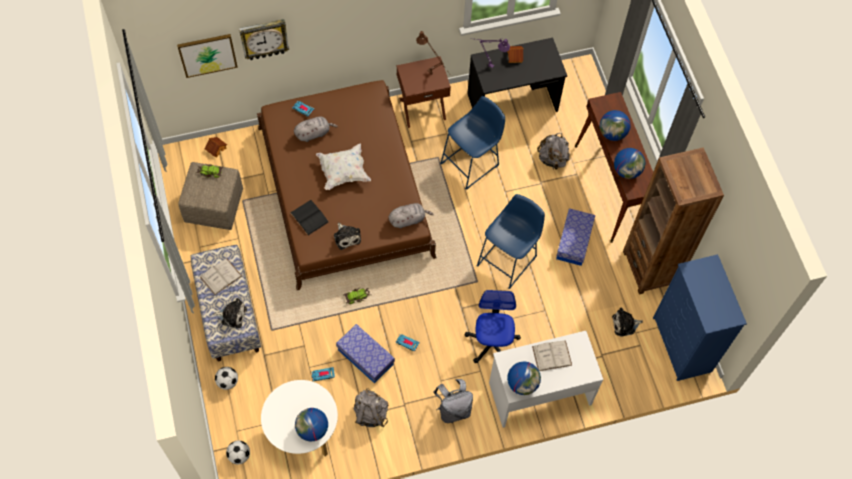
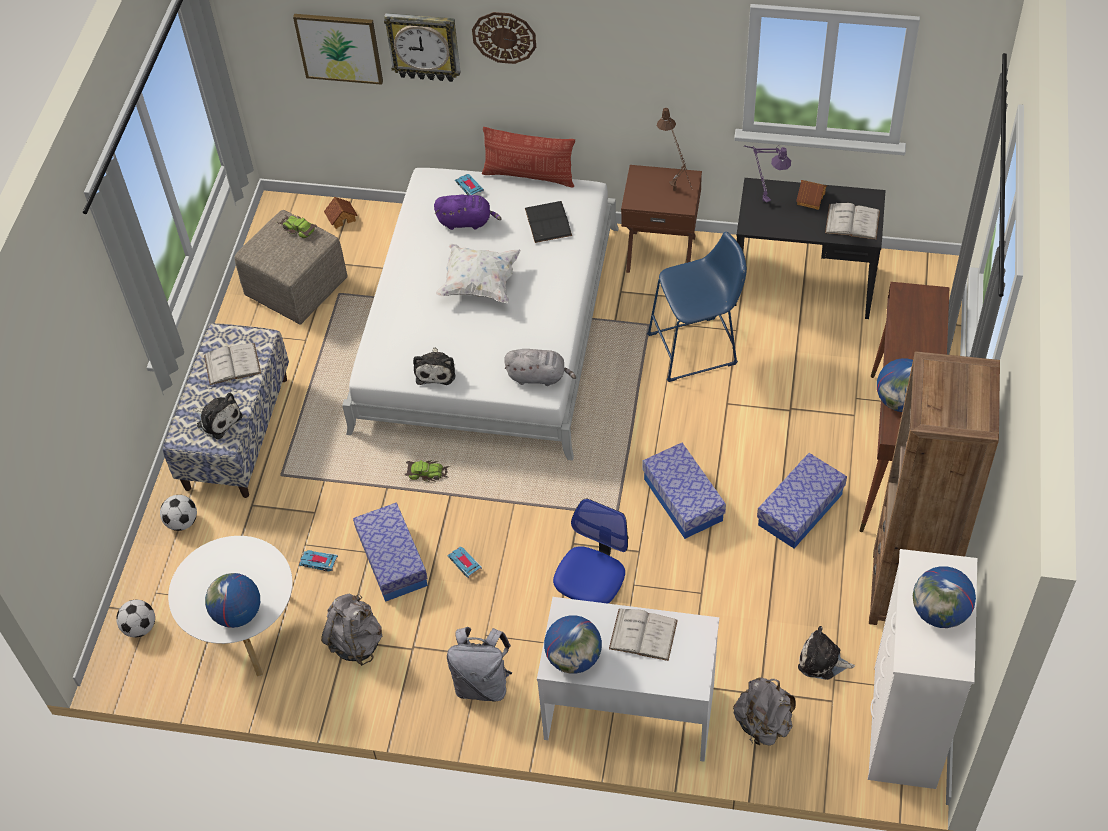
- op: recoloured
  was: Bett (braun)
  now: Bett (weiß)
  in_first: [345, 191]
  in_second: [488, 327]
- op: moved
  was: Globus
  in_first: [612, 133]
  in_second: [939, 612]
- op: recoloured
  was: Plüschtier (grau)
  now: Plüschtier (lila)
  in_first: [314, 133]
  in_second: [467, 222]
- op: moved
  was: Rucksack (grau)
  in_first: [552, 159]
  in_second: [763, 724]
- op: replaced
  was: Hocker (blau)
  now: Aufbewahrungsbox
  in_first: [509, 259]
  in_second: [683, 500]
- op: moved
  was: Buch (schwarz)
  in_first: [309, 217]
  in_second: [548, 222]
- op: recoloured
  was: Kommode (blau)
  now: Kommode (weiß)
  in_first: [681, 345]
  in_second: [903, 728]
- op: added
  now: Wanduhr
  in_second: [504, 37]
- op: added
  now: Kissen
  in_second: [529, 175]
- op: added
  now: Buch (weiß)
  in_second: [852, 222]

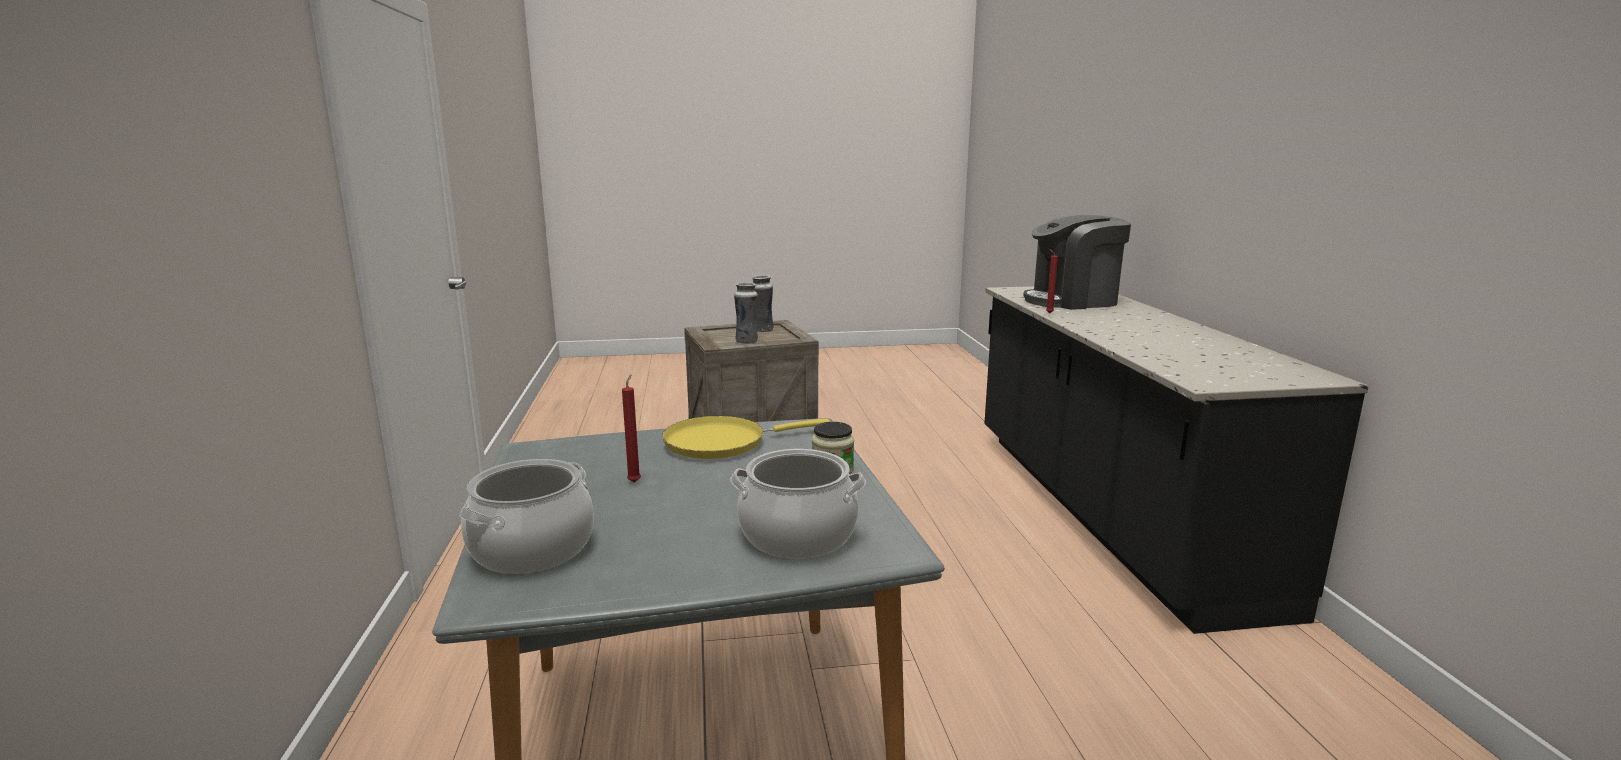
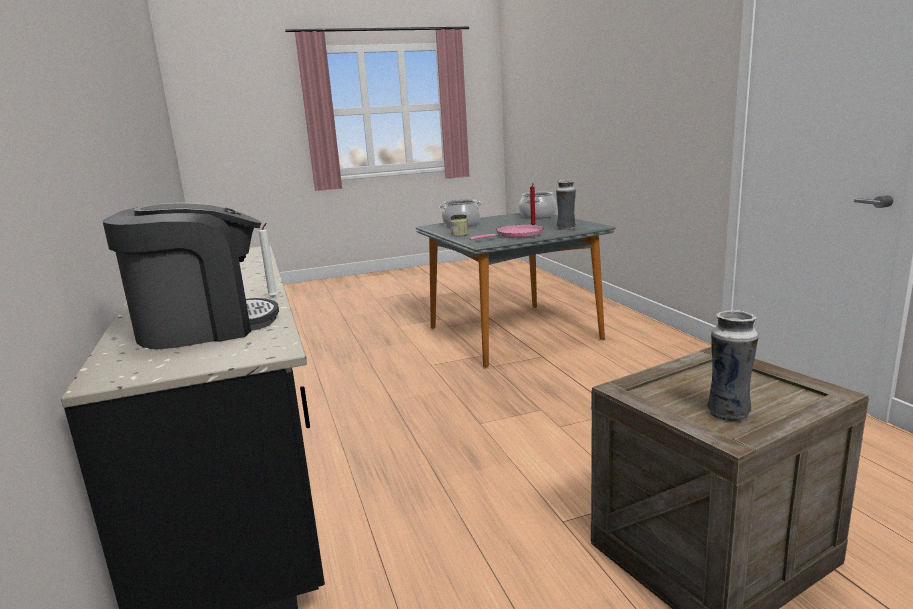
- op: recoloured
  was: Kerze (rot)
  now: Kerze (weiß)
  in_first: [1048, 313]
  in_second: [274, 298]
- op: moved
  was: Vase
  in_first: [747, 341]
  in_second: [566, 229]
- op: recoloured
  was: Pfanne (gelb)
  now: Pfanne (rosa)
  in_first: [722, 442]
  in_second: [516, 235]

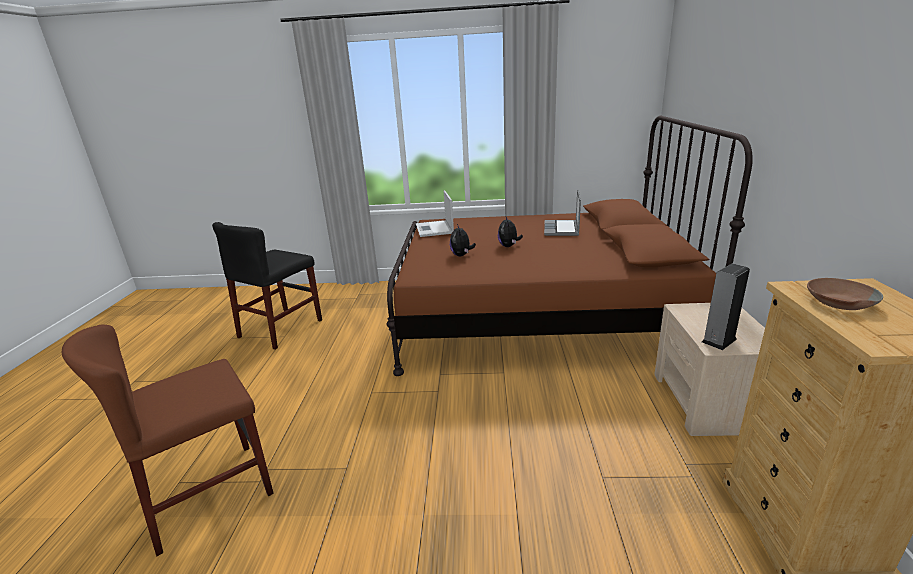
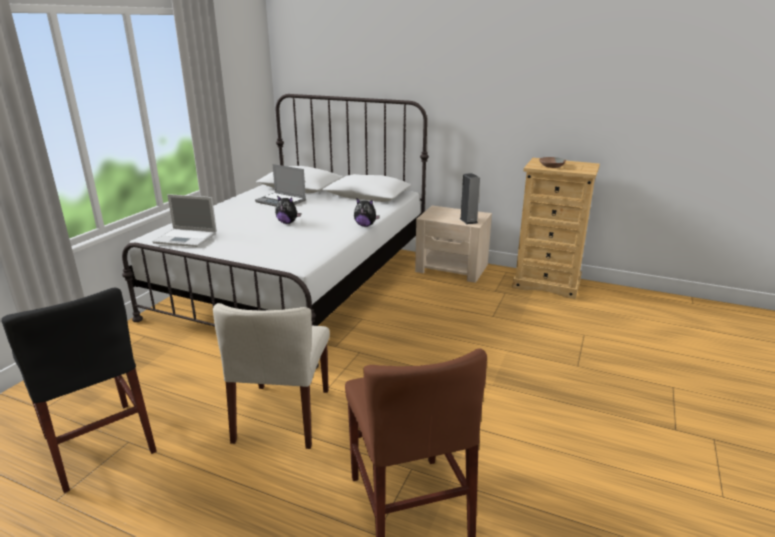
- op: recoloured
  was: Bett (braun)
  now: Bett (weiß)
  in_first: [537, 316]
  in_second: [297, 284]
- op: moved
  was: Plüschtier
  in_first: [462, 255]
  in_second: [365, 225]
- op: added
  now: Stuhl (beige)
  in_second: [283, 415]

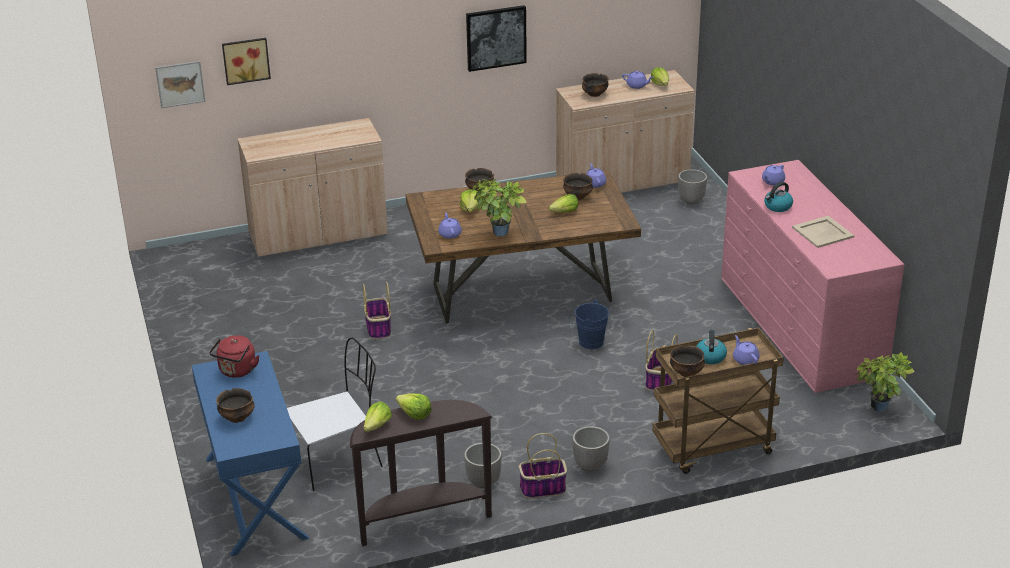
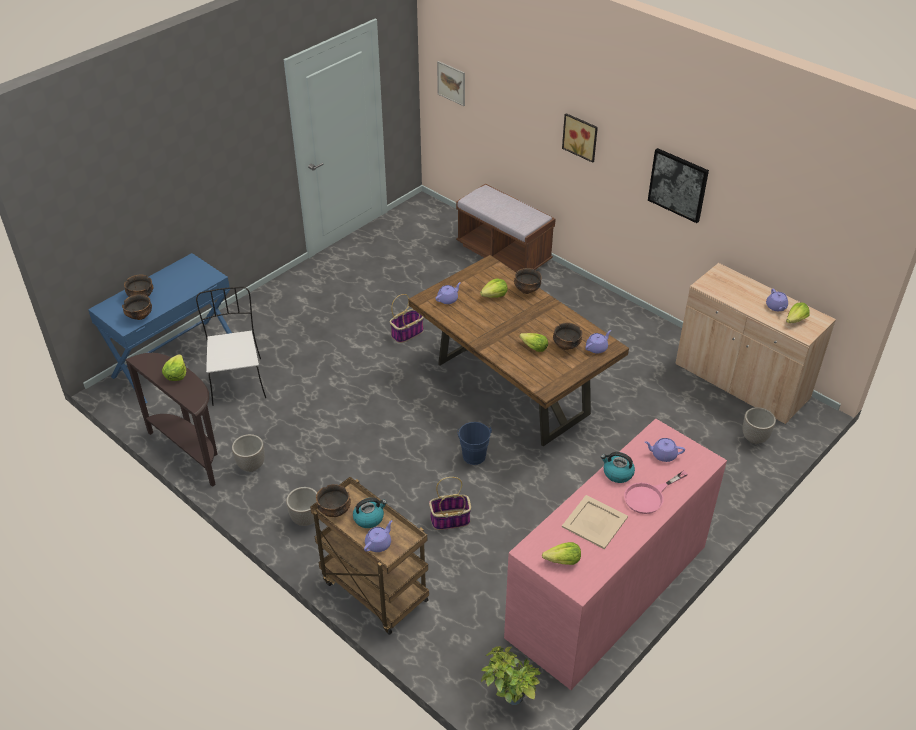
- op: moved
  was: Bild
  in_first: [245, 60]
  in_second: [581, 136]
- op: moved
  was: Schüssel
  in_first: [594, 94]
  in_second: [140, 316]
- op: replaced
  was: Schrank (beige)
  now: Bank (braun)
  in_first: [318, 234]
  in_second: [503, 253]
- op: removed
  was: Topfpflanze
  in_first: [497, 235]
- op: removed
  was: Wasserkessel (rot)
  in_first: [236, 371]
- op: turned
  was: Stuhl (weiß)
  in_first: [337, 459]
  in_second: [237, 380]
  clockwise: -135
- op: moved
  was: Salatkopf
  in_first: [377, 426]
  in_second: [563, 561]
- op: removed
  was: Korb
  in_first: [542, 489]
- op: added
  now: Pfanne (rosa)
  in_second: [649, 496]

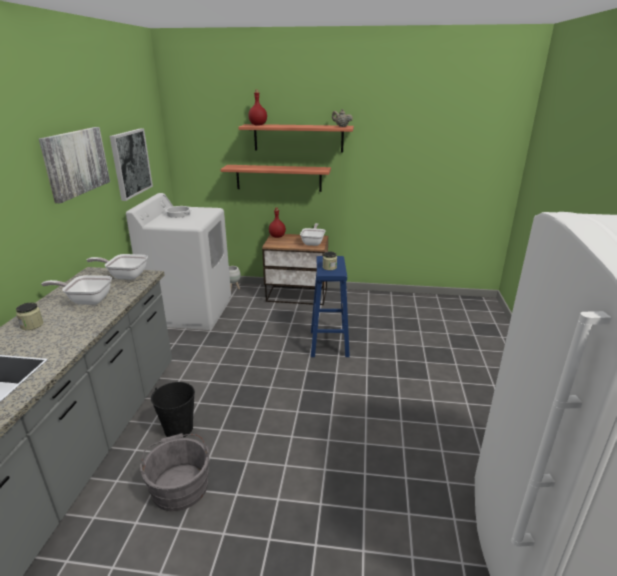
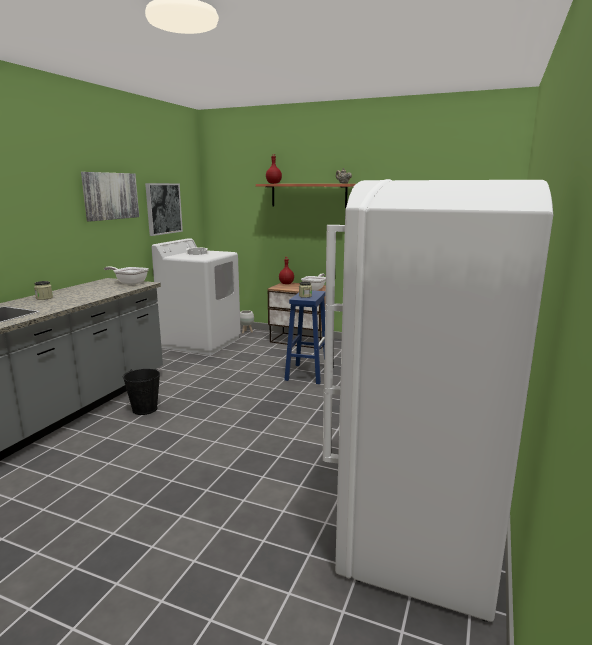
- op: removed
  was: Wandregal
  in_first: [278, 178]
- op: removed
  was: Pfanne
  in_first: [87, 300]
- op: removed
  was: Eimer (grau)
  in_first: [179, 484]

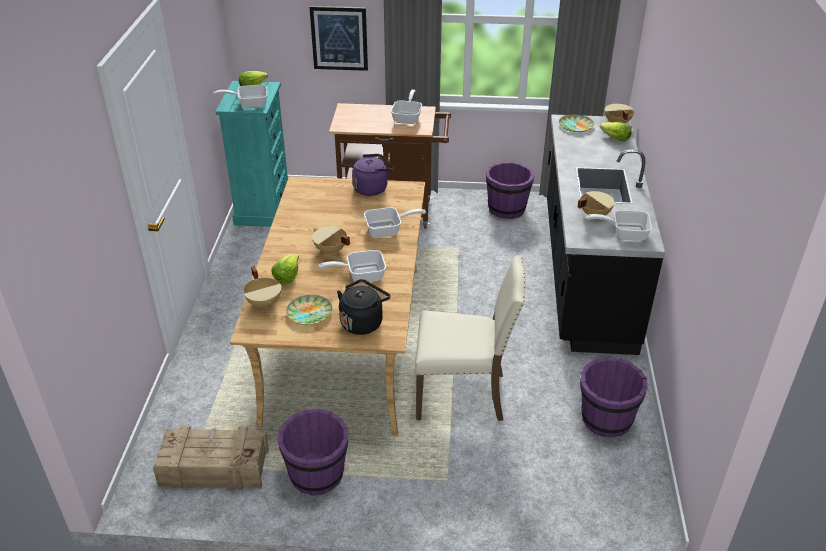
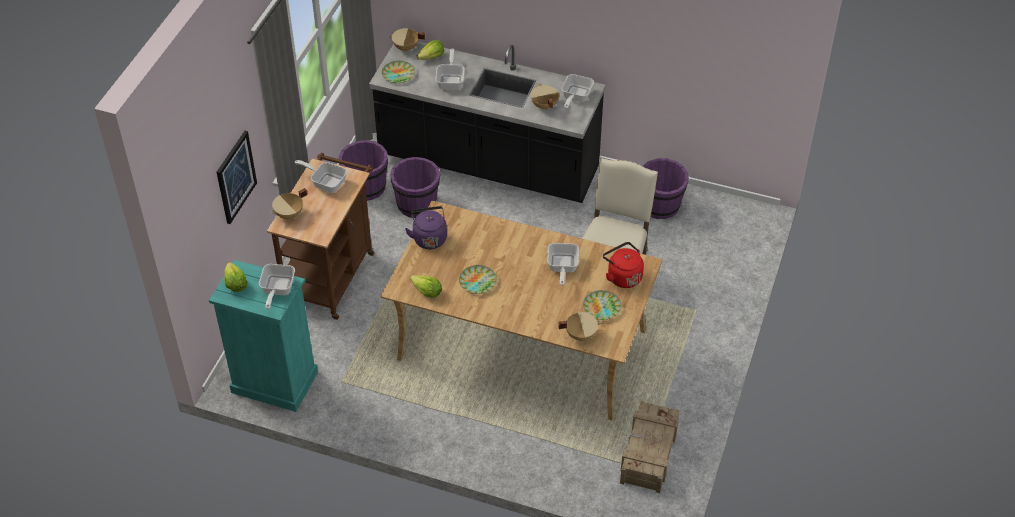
- op: moved
  was: Pfanne
  in_first: [388, 230]
  in_second: [451, 80]
- op: moved
  was: Kochtopf (beige)
  in_first: [330, 250]
  in_second: [289, 214]
- op: moved
  was: Salatkopf
  in_first: [287, 276]
  in_second: [426, 292]
- op: recoloured
  was: Wasserkessel (schwarz)
  now: Wasserkessel (rot)
  in_first: [363, 322]
  in_second: [622, 276]
- op: moved
  was: Eimer (lila)
  in_first: [317, 475]
  in_second: [417, 204]
- op: added
  now: Teller
  in_second: [478, 282]

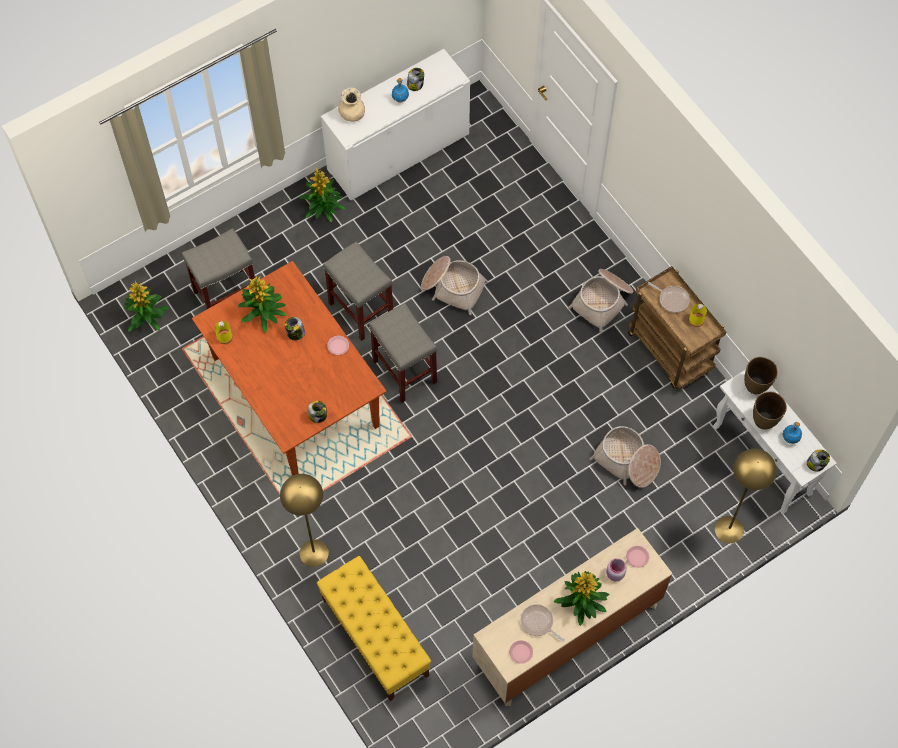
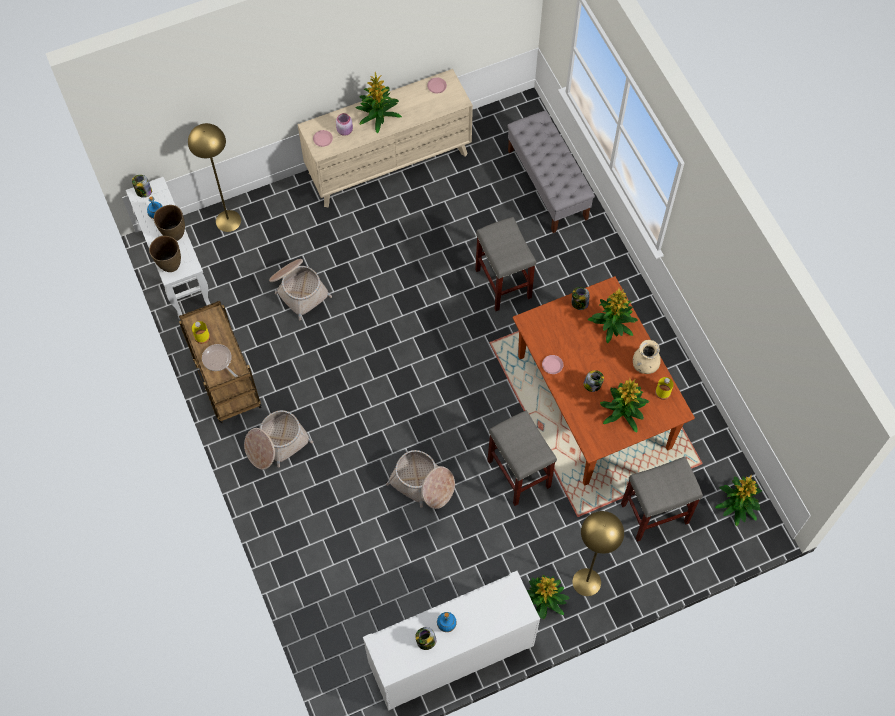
- op: moved
  was: Vase (beige)
  in_first: [352, 115]
  in_second: [645, 365]
- op: moved
  was: Hocker (grau)
  in_first: [405, 372]
  in_second: [502, 283]
- op: moved
  was: Stehlampe (gelb)
  in_first: [314, 553]
  in_second: [586, 582]
- op: recoloured
  was: Bank (gelb)
  now: Bank (grau)
  in_first: [375, 637]
  in_second: [547, 185]
- op: removed
  was: Pfanne
  in_first: [538, 623]
- op: added
  now: Topfpflanze
  in_second: [613, 324]

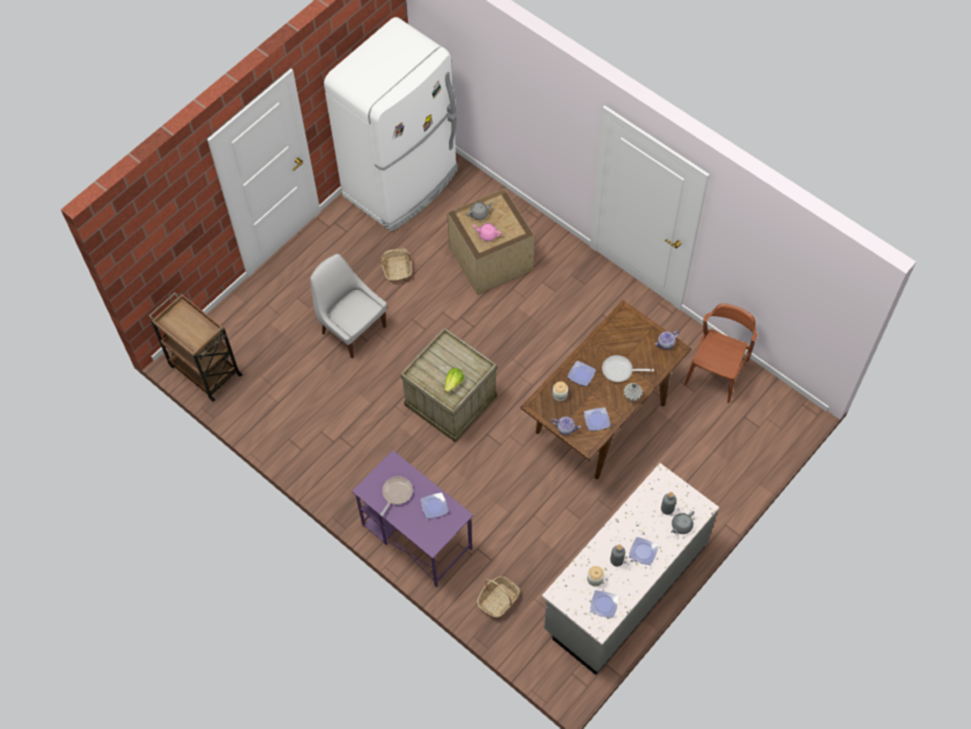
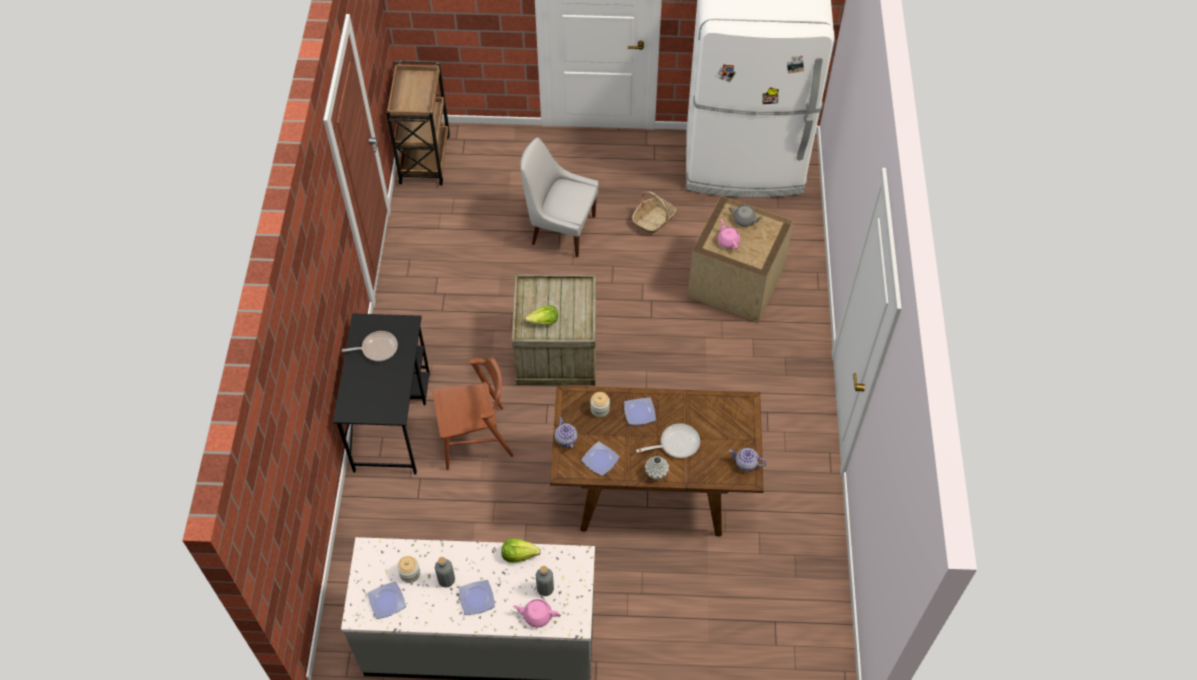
- op: turned
  was: Stuhl (weiß)
  in_first: [352, 328]
  in_second: [560, 229]
  clockwise: -75
- op: moved
  was: Stuhl (braun)
  in_first: [716, 372]
  in_second: [475, 438]
- op: turned
  was: Pfanne
  in_first: [620, 371]
  in_second: [675, 443]
  clockwise: 105
- op: recoloured
  was: Schreibtisch (lila)
  now: Schreibtisch (schwarz)
  in_first: [416, 536]
  in_second: [392, 420]
- op: removed
  was: Teller
  in_first: [433, 506]
- op: recoloured
  was: Teekanne (grau)
  now: Teekanne (rosa)
  in_first: [681, 526]
  in_second: [537, 615]
- op: removed
  was: Korb
  in_first: [498, 599]
- op: added
  now: Salatkopf
  in_second: [519, 554]

